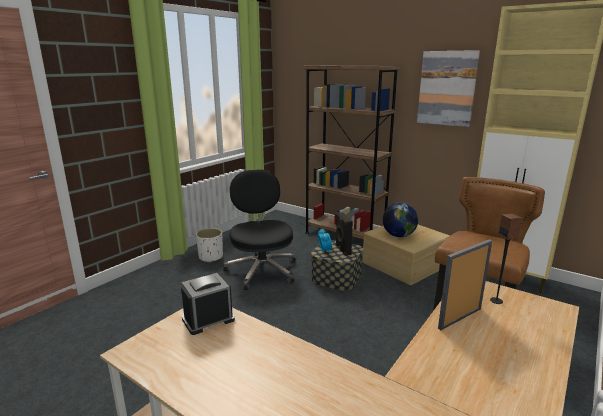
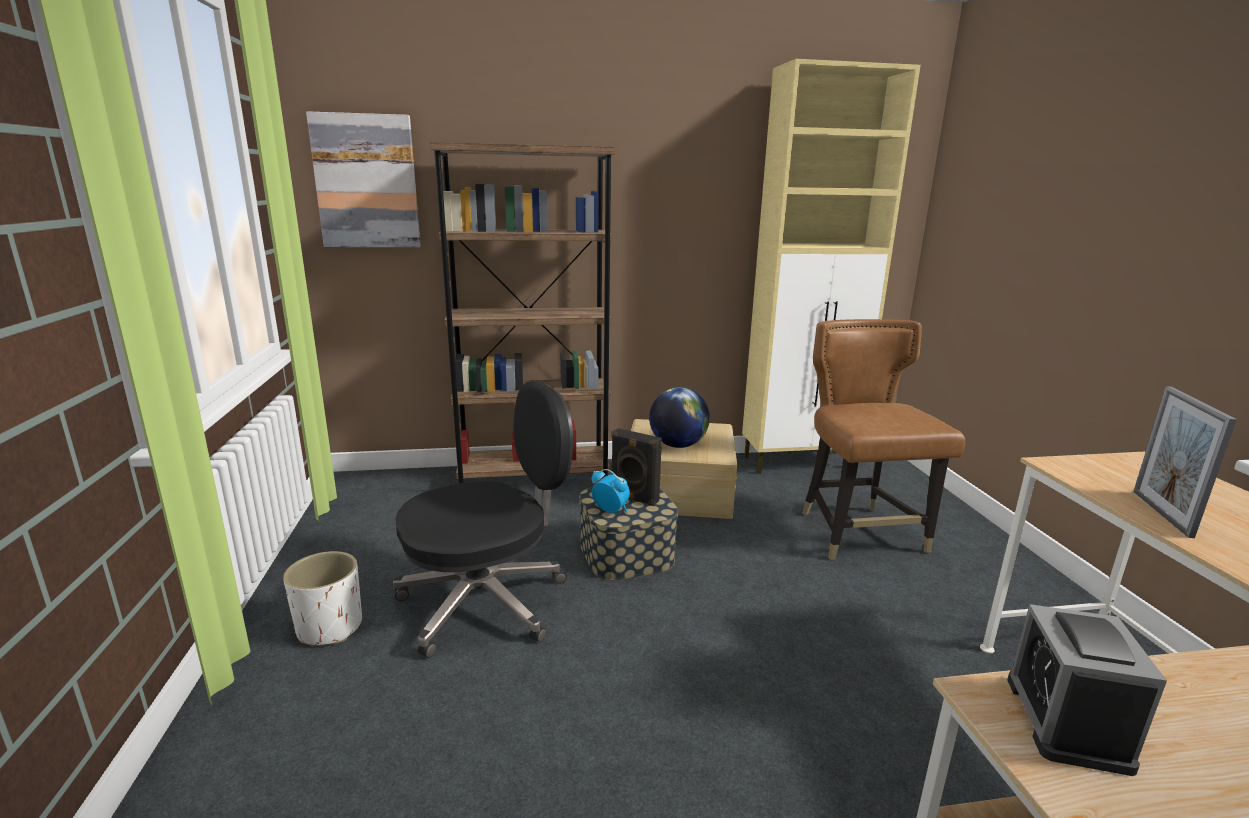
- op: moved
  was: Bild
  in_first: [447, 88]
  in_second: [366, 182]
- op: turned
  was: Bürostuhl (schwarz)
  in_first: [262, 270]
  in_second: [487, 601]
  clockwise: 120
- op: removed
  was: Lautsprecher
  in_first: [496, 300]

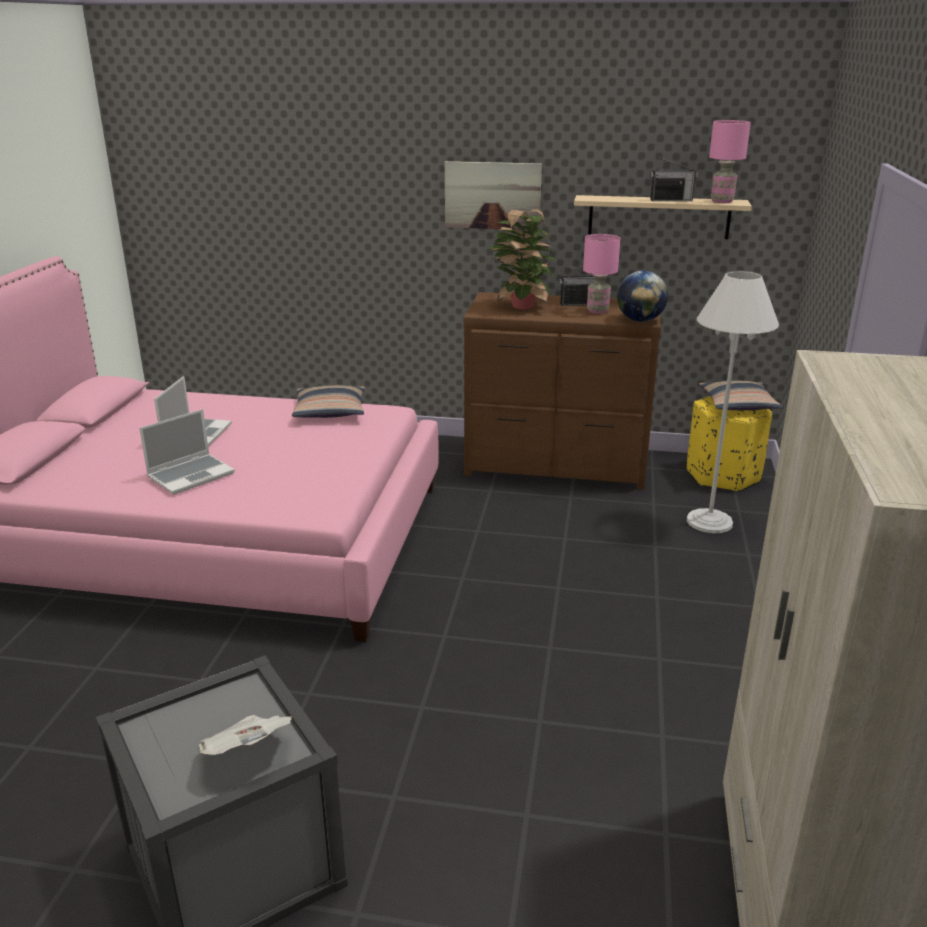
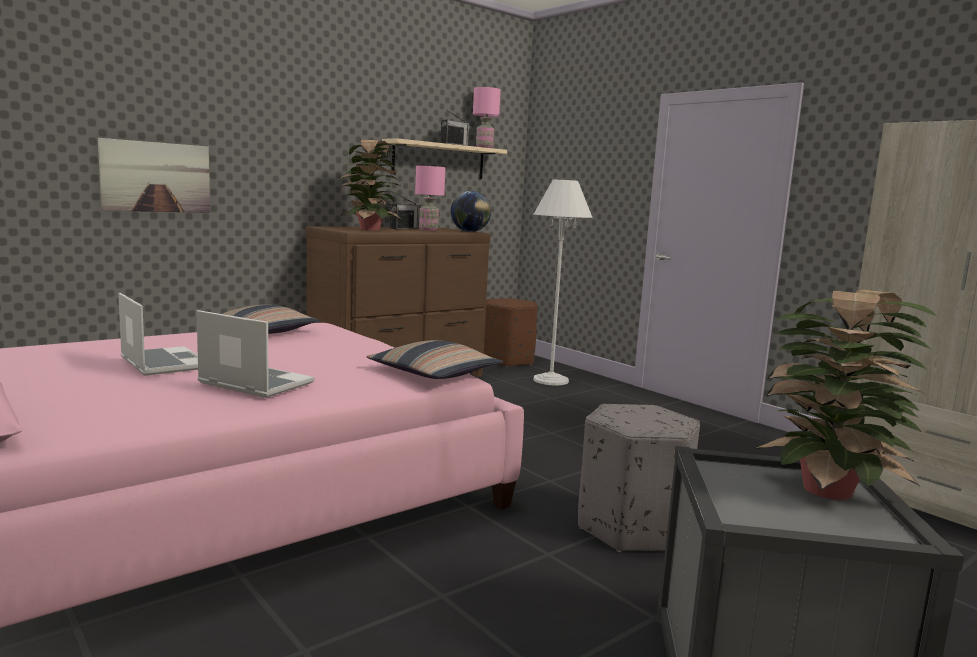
- op: moved
  was: Bild
  in_first: [492, 195]
  in_second: [156, 177]
- op: moved
  was: Kissen
  in_first: [738, 405]
  in_second: [434, 374]
- op: recoloured
  was: Polsterhocker (gelb)
  now: Polsterhocker (braun)
  in_first: [722, 475]
  in_second: [507, 360]
- op: turned
  was: Laptop
  in_first: [191, 475]
  in_second: [254, 383]
  clockwise: -60
- op: replaced
  was: Zeitung
  now: Topfpflanze
  in_first: [247, 751]
  in_second: [826, 492]
- op: added
  now: Polsterhocker (grau)
  in_second: [632, 528]

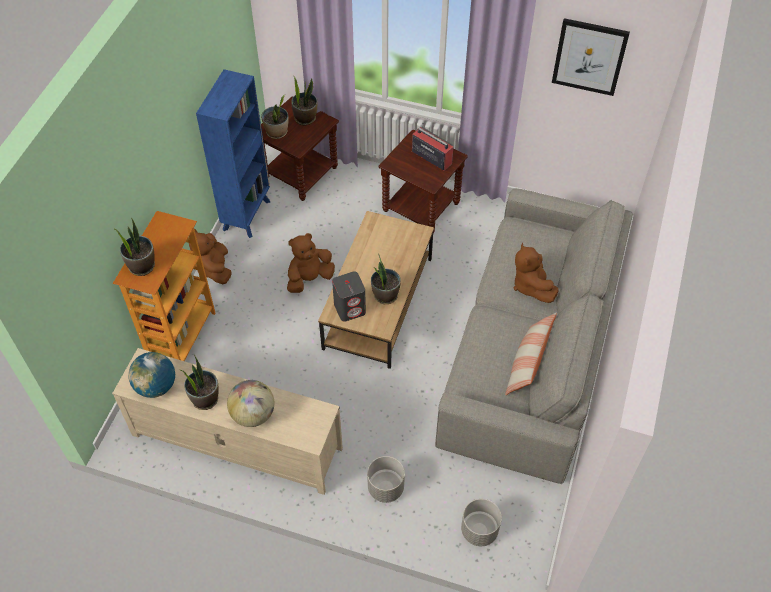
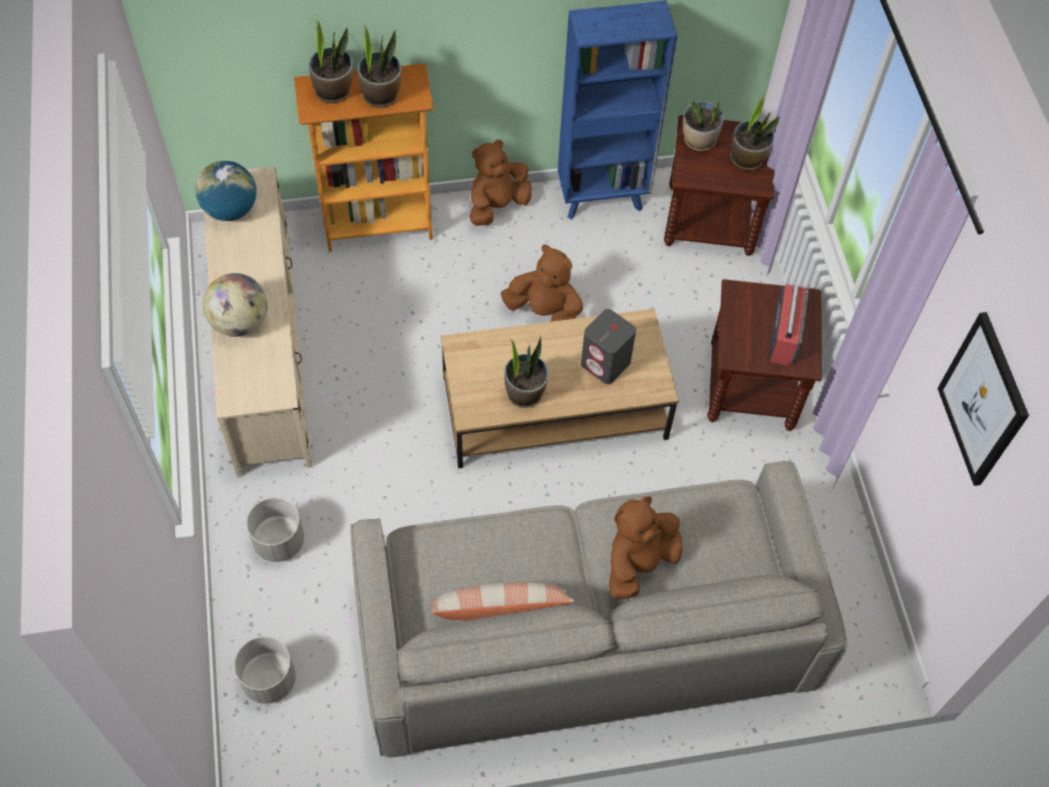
- op: moved
  was: Lautsprecher (grau)
  in_first: [350, 308]
  in_second: [606, 363]
- op: moved
  was: Topfpflanze
  in_first: [205, 398]
  in_second: [381, 95]

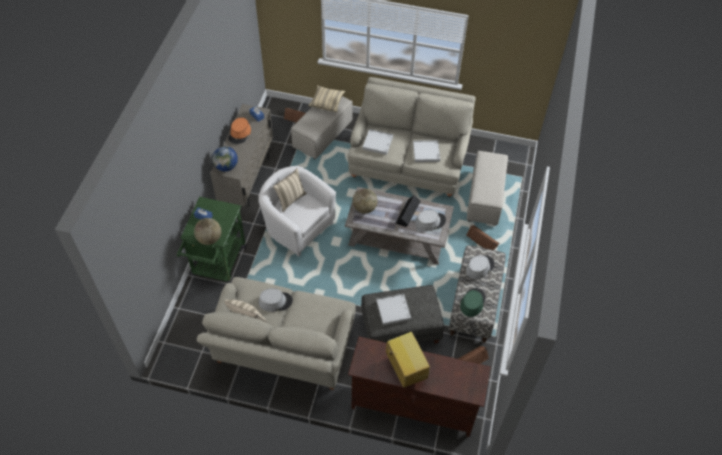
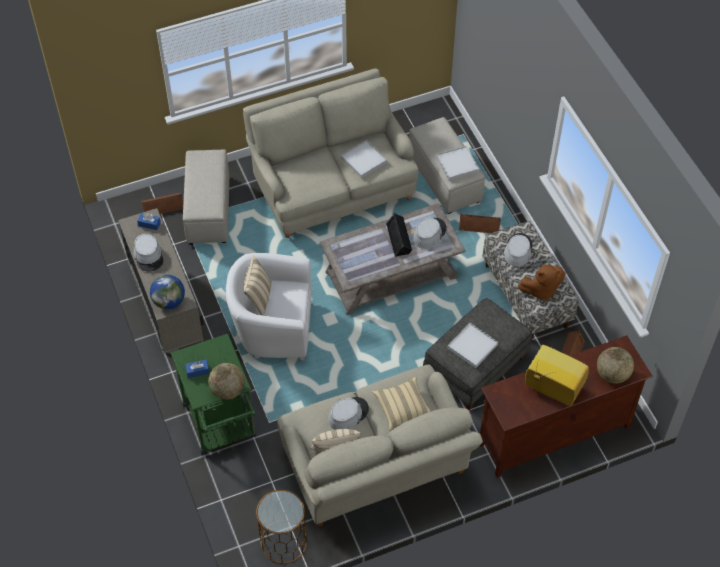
- op: moved
  was: Kissen (beige)
  in_first: [327, 103]
  in_second: [402, 408]
- op: recoloured
  was: Hut (orange)
  now: Hut (grau)
  in_first: [239, 133]
  in_second: [148, 256]
- op: moved
  was: Tablett (weiß)
  in_first: [377, 143]
  in_second: [457, 164]
- op: moved
  was: Globus
  in_first: [364, 208]
  in_second: [612, 374]
- op: replaced
  was: Hut (grün)
  now: Plüschtier (braun)
  in_first: [472, 302]
  in_second: [541, 290]
- op: added
  now: Beistelltisch (braun)
  in_second: [283, 542]

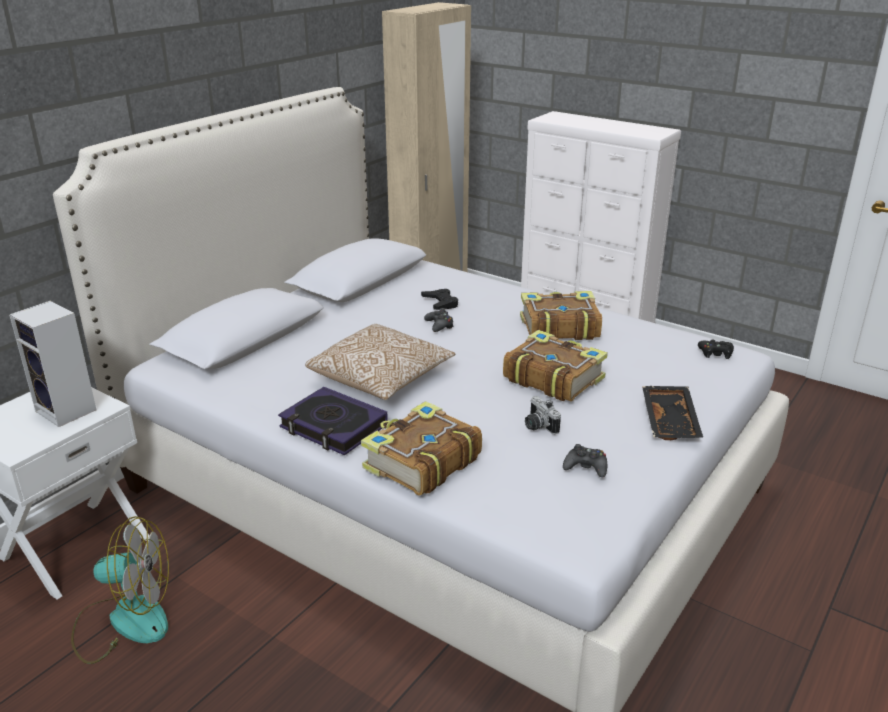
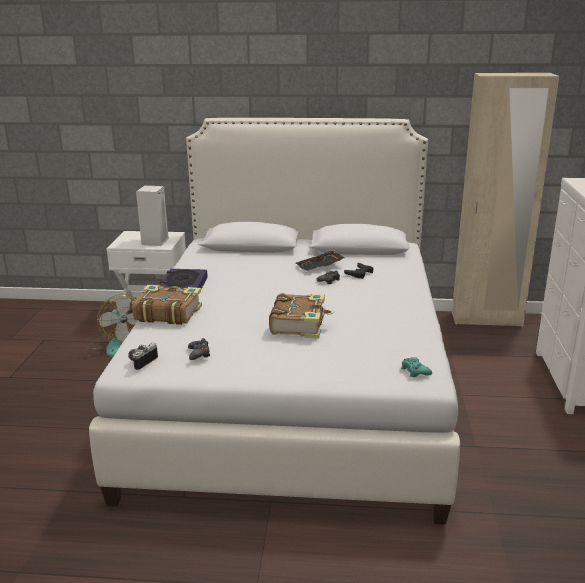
- op: removed
  was: Buch
  in_first: [558, 327]
- op: removed
  was: Kissen
  in_first: [381, 379]
- op: recoloured
  was: Gamepad (schwarz)
  now: Gamepad (türkis)
  in_first: [715, 353]
  in_second: [415, 371]
- op: moved
  was: Tablett (schwarz)
  in_first: [671, 421]
  in_second: [320, 267]
- op: moved
  was: Kamera
  in_first: [537, 426]
  in_second: [141, 361]

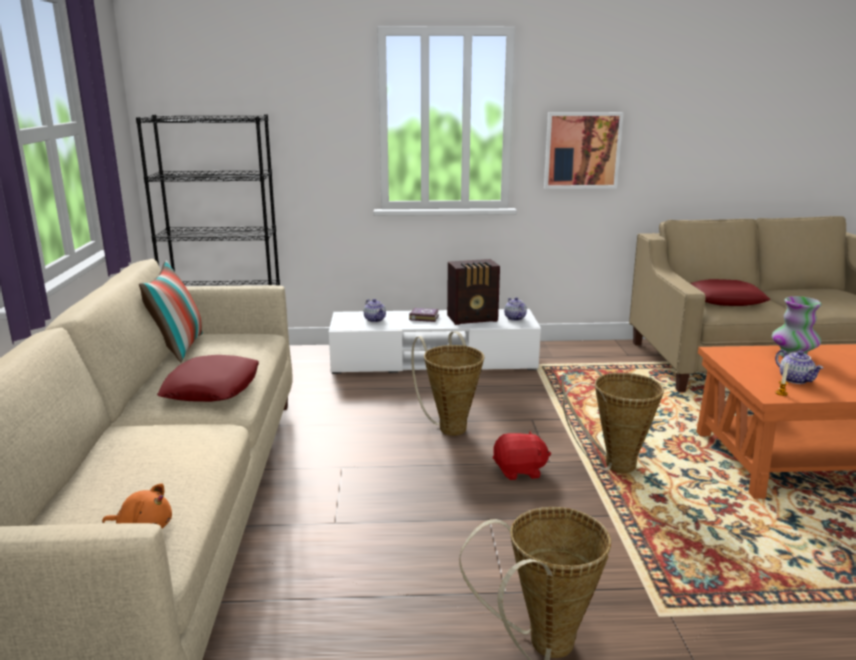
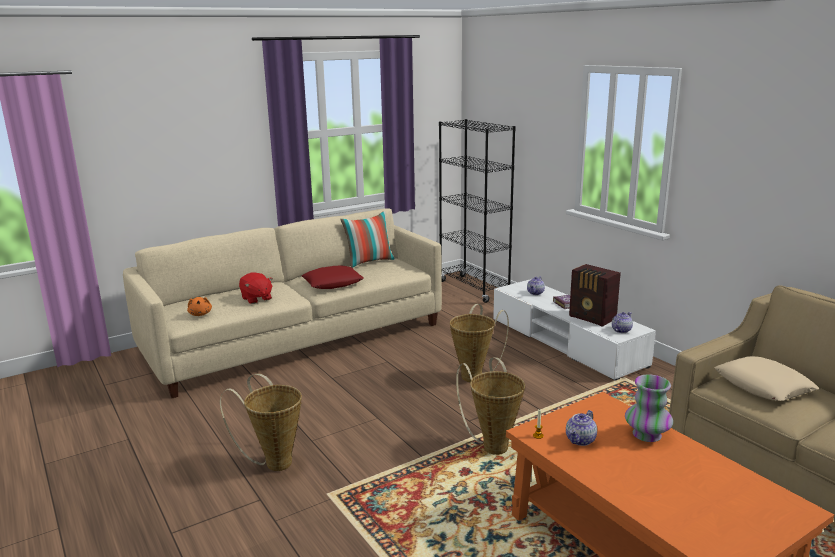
- op: removed
  was: Bild
  in_first: [582, 150]
- op: recoloured
  was: Kissen (rot)
  now: Kissen (beige)
  in_first: [725, 300]
  in_second: [763, 386]
- op: moved
  was: Plüschtier (rot)
  in_first: [519, 471]
  in_second: [256, 299]

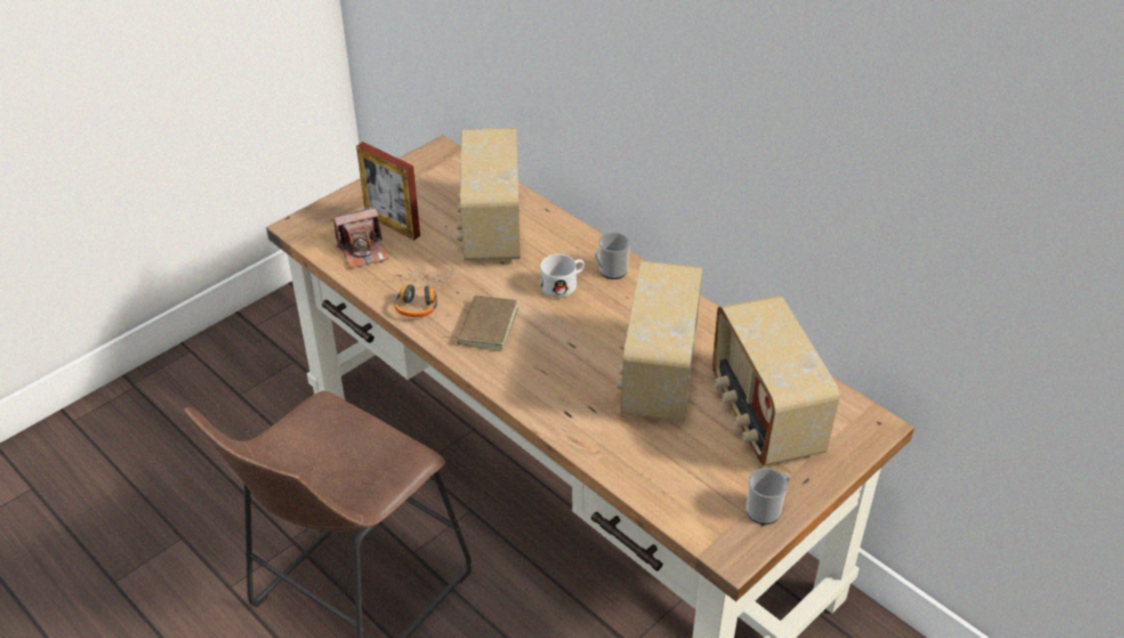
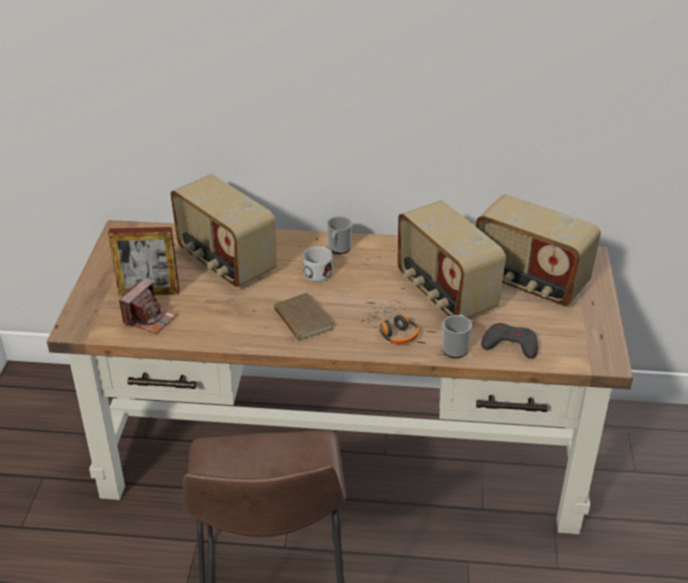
- op: moved
  was: Kopfhörer
  in_first: [420, 298]
  in_second: [391, 329]
- op: moved
  was: Henkelbecher
  in_first: [766, 509]
  in_second: [455, 347]
- op: added
  now: Gamepad (grau)
  in_second: [510, 344]

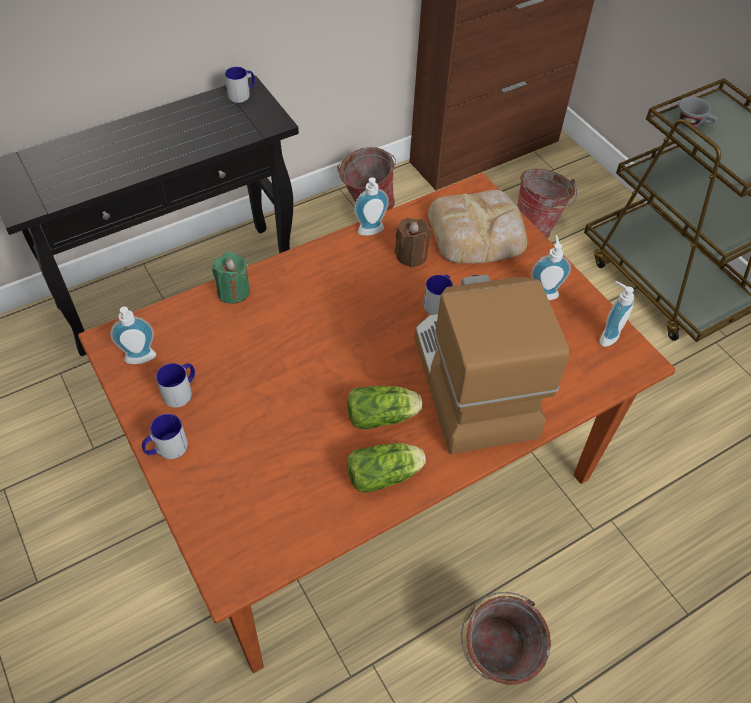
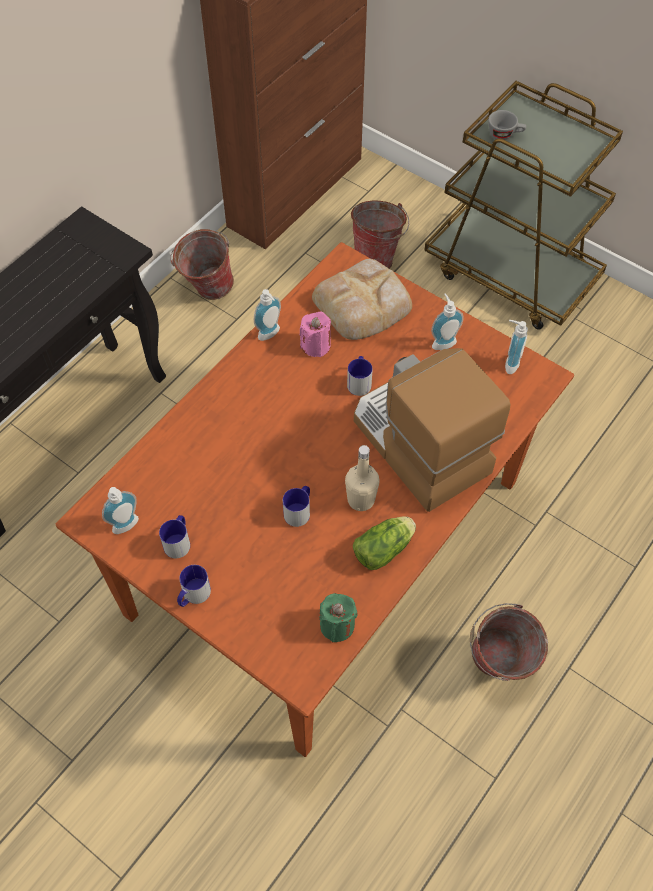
- op: moved
  was: Henkelbecher
  in_first: [242, 94]
  in_second: [299, 510]
- op: recoloured
  was: Kerze (braun)
  now: Kerze (rosa)
  in_first: [411, 255]
  in_second: [316, 345]
- op: moved
  was: Kerze (grün)
  in_first: [233, 291]
  in_second: [337, 625]
- op: replaced
  was: Salatkopf
  now: Flasche (beige)
  in_first: [384, 416]
  in_second: [361, 500]

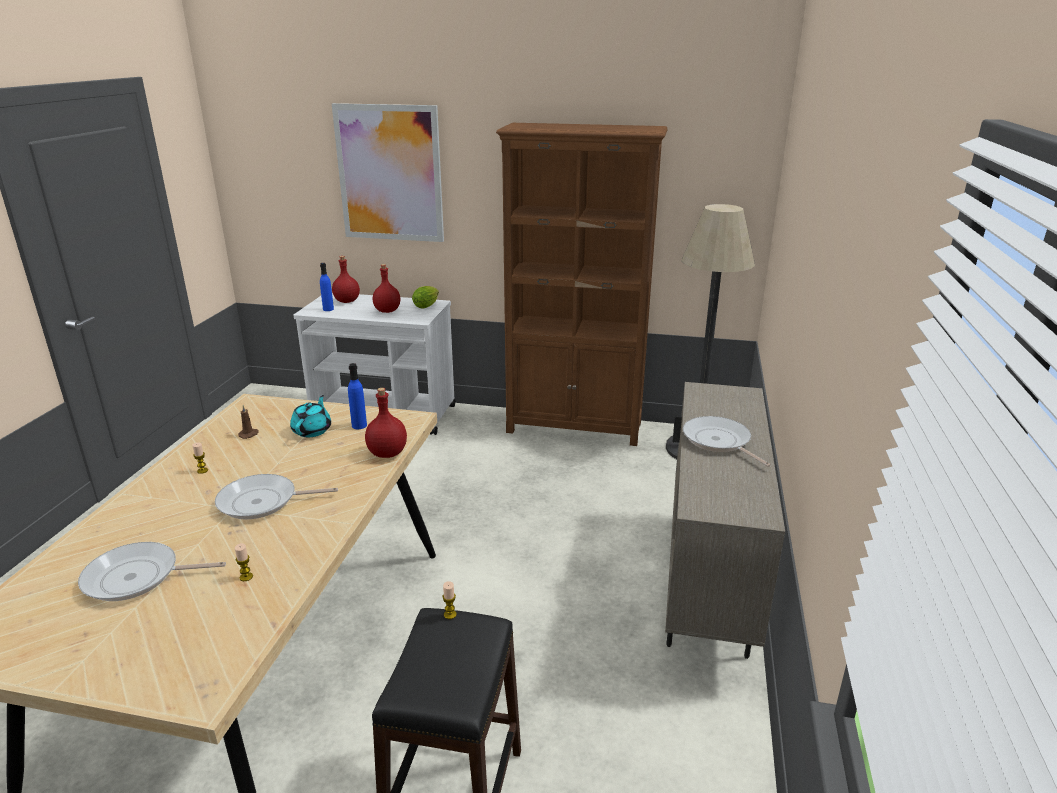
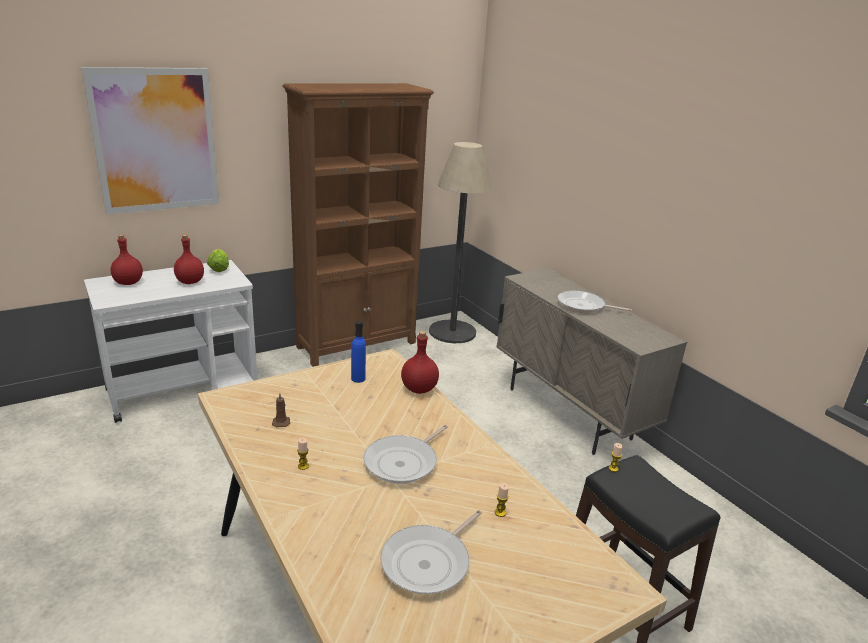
- op: removed
  was: Flasche (blau)
  in_first: [328, 309]
- op: removed
  was: Teekanne (türkis)
  in_first: [312, 430]

